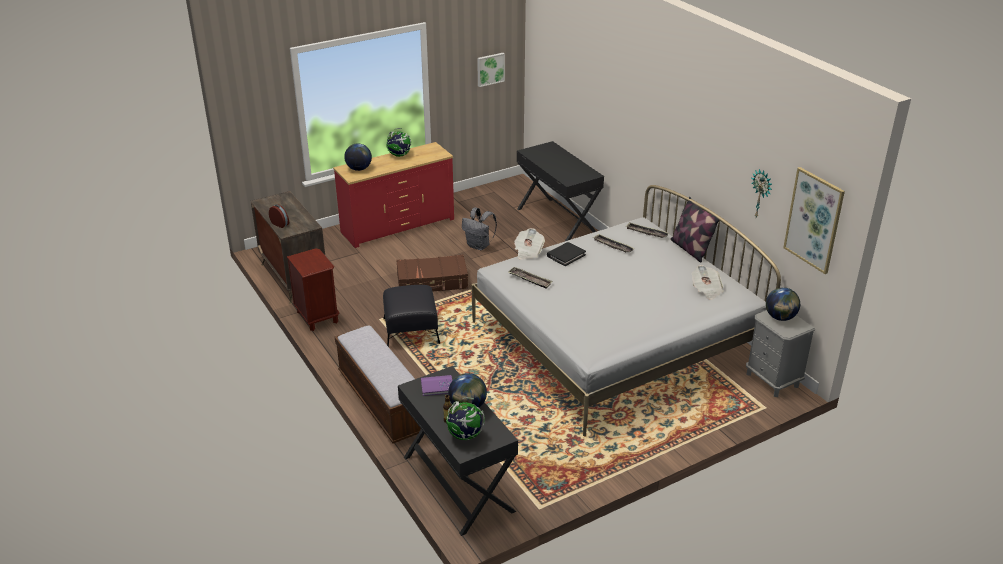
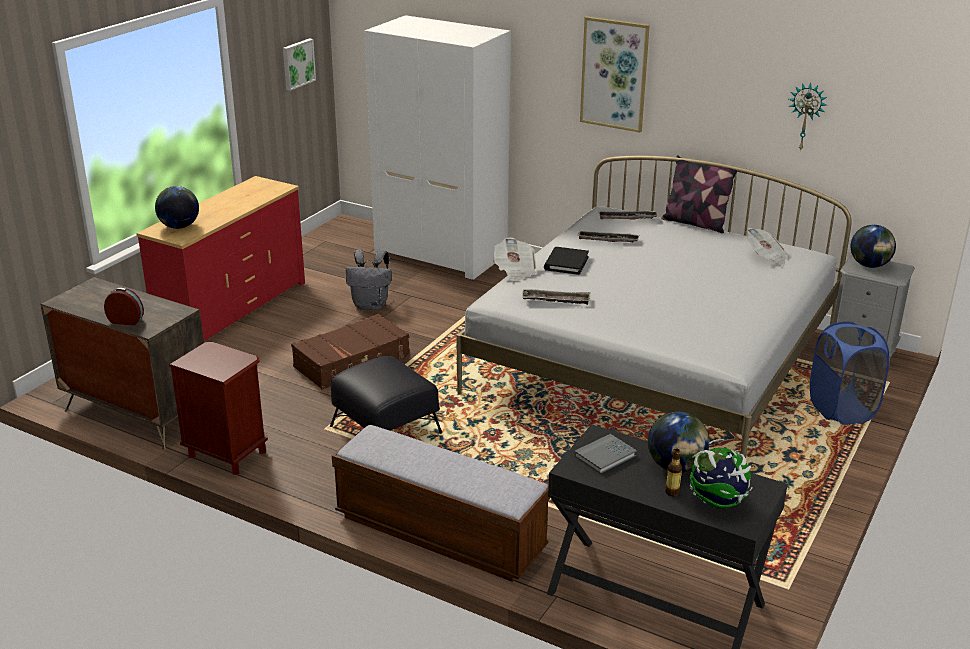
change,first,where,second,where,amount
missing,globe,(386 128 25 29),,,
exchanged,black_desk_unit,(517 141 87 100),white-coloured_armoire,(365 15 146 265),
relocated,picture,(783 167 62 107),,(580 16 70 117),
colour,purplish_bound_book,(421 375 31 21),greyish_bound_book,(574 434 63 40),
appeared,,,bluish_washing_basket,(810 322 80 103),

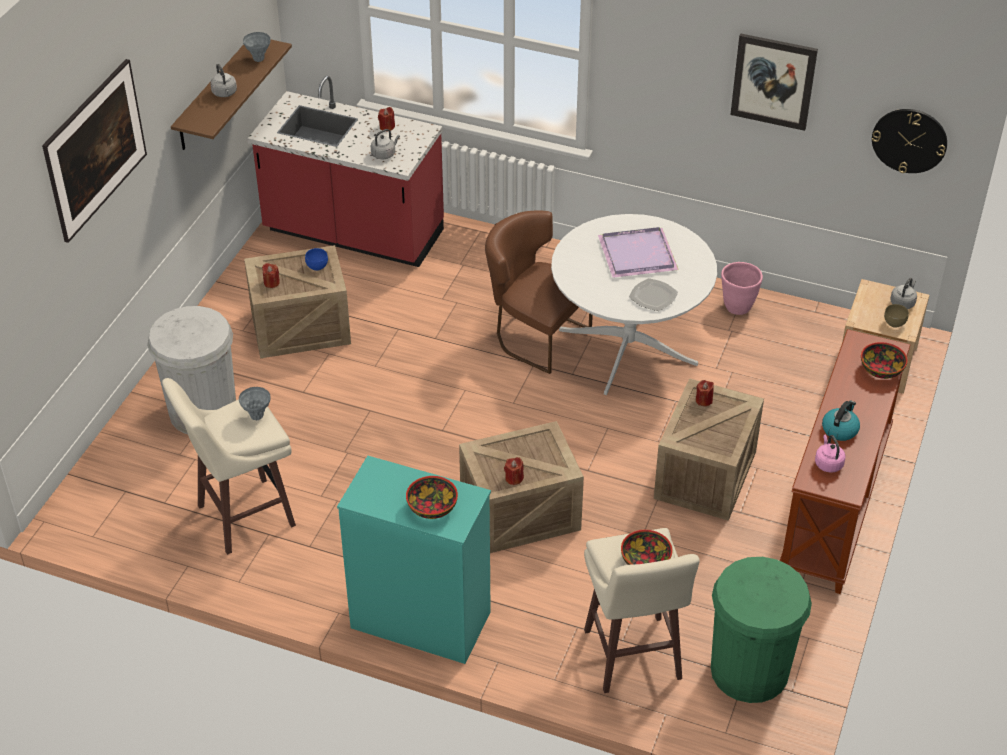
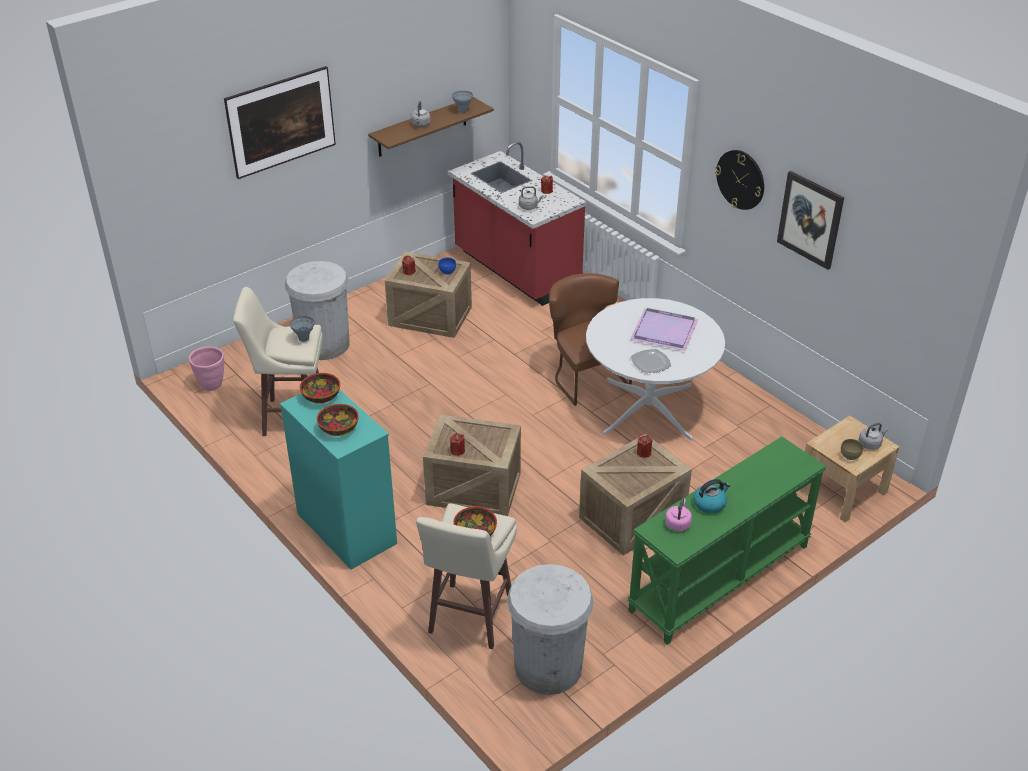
change,first,where,second,where,amount
relocated,wall_clock,(872 109 75 64),,(715 150 49 60),
relocated,pink_plant_pot,(721 262 42 53),,(189 347 35 44),
colour,brownish_narrow_table,(780 329 130 265),green-coloured_narrow_table,(627 437 199 208),
relocated,deep_dish,(861 342 47 37),,(300 373 40 30),
colour,green-coloured_rubbish_bin,(711 557 101 146),white-coloured_rubbish_bin,(507 564 87 131),

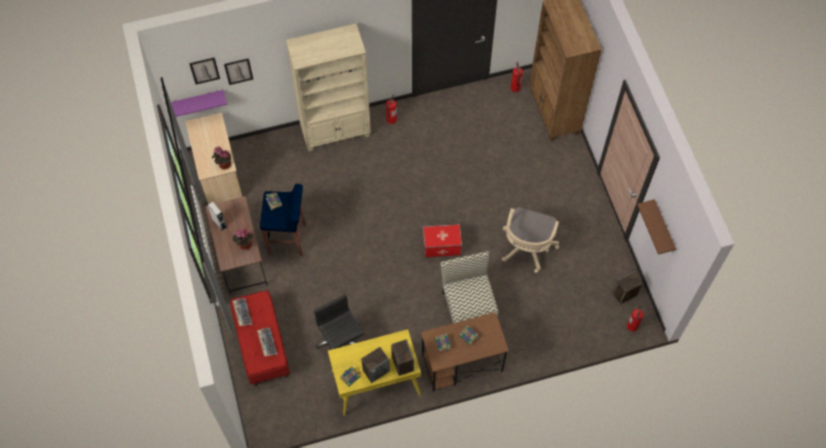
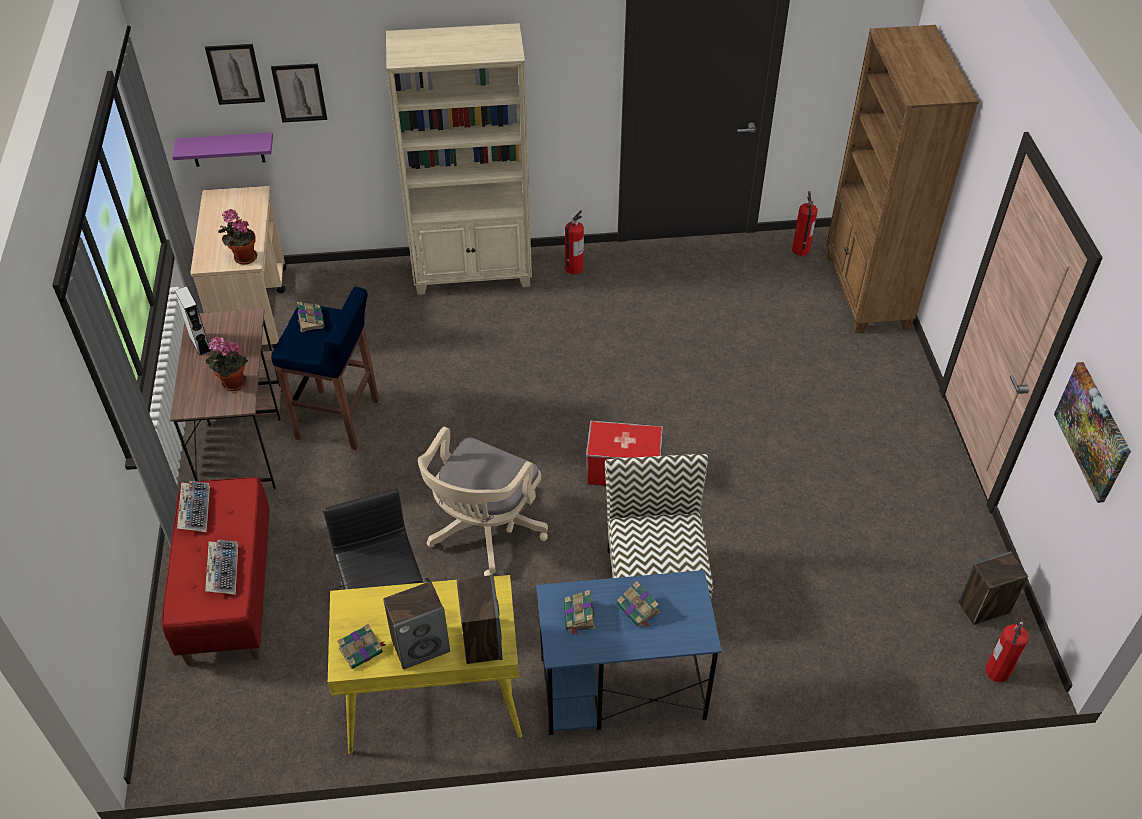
change,first,where,second,where,amount
exchanged,brownish_bracket_shelf,(637 199 39 56),picture,(1054 362 77 141),
relocated,beige_desk_chair,(502 207 57 66),,(418 427 130 149),
colour,brownish_desk_unit,(421 312 88 79),bluish_desk_unit,(536 570 186 165),

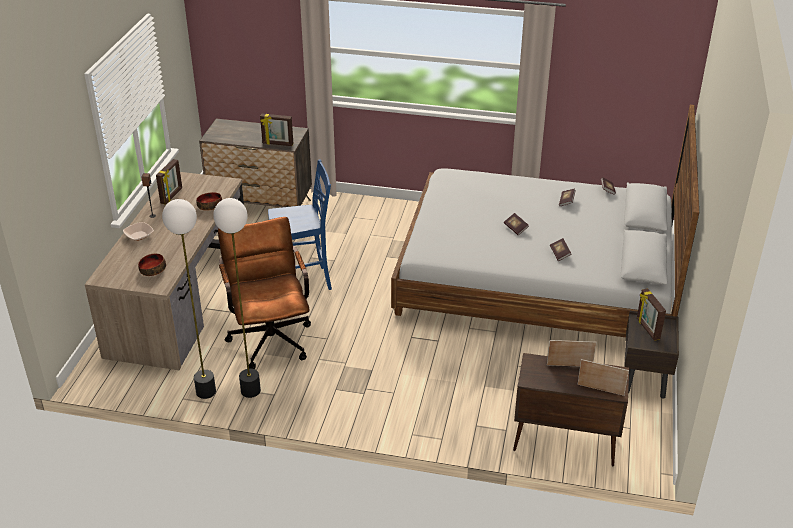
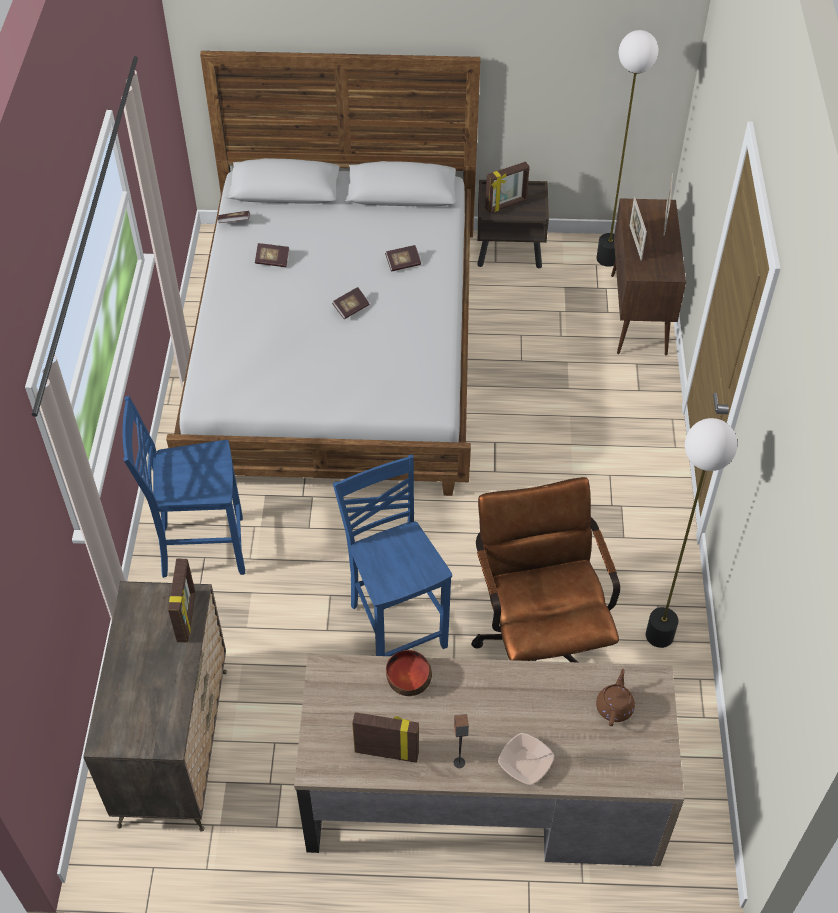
change,first,where,second,where,amount
relocated,standard_lamp,(162 199 54 200),,(597 30 61 237),
spun,brownish_desk_chair,(218 217 93 152),,(471 477 149 186),105 degrees clockwise
exchanged,deep_dish,(138 254 28 22),brownish_tea_pot,(596 669 39 57),
appeared,,,bluish_upright_chair,(123 396 122 182),

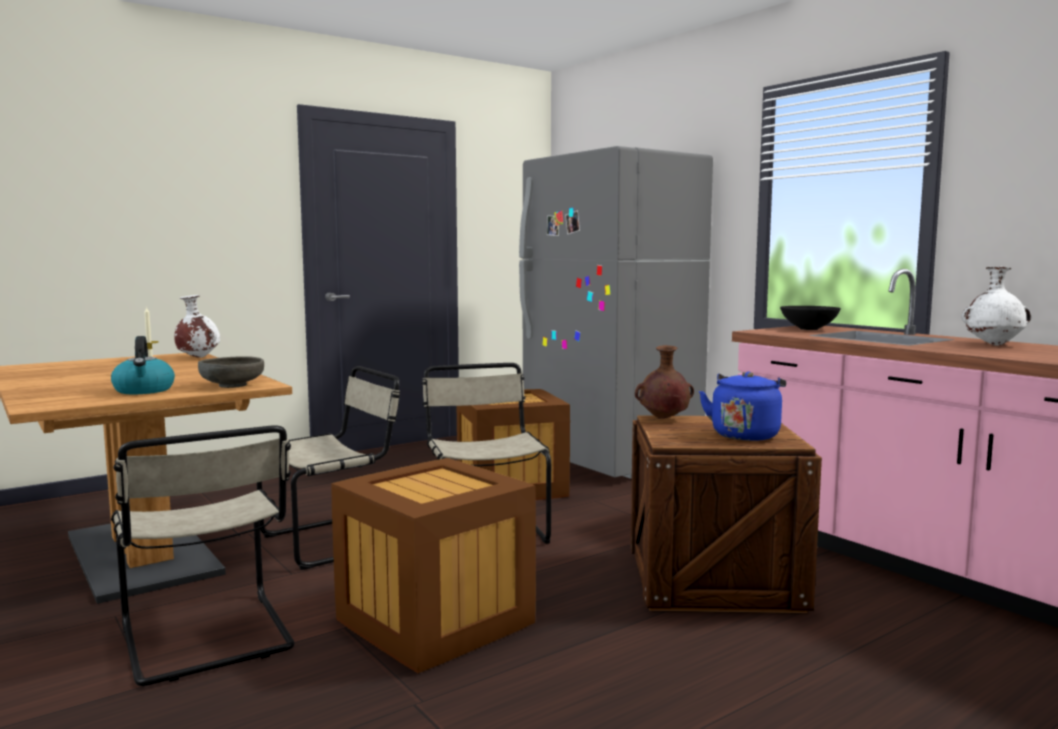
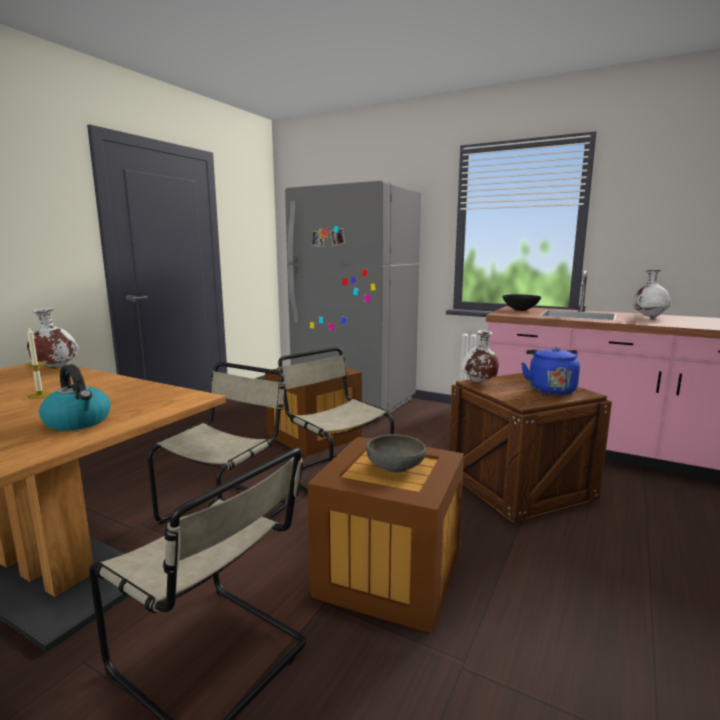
change,first,where,second,where,amount
colour,brownish_decorative_vase,(635 345 59 74),white-coloured_decorative_vase,(462 330 37 52),
relocated,greyish_deep_dish,(198 356 66 32),,(366 434 60 39),

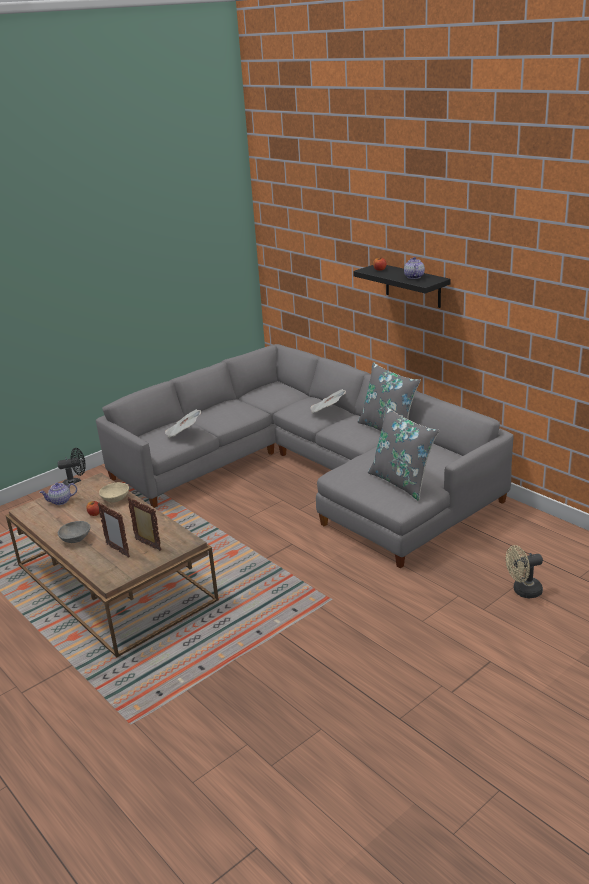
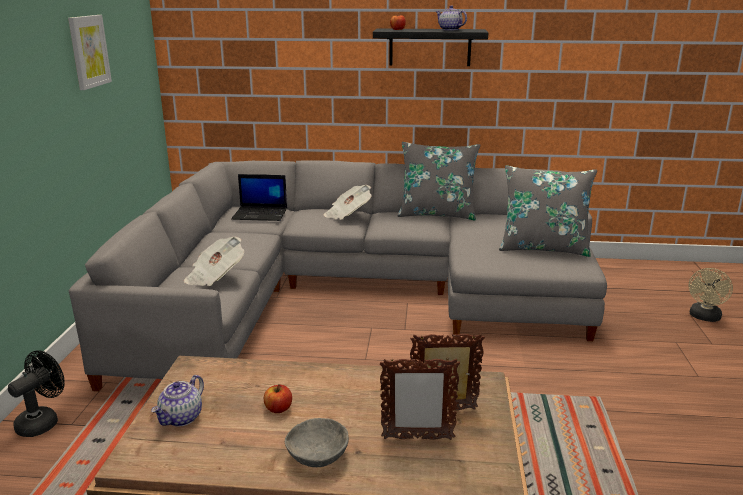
change,first,where,second,where,amount
missing,beige_deep_dish,(99 482 30 21),,,
appeared,,,picture,(68 15 44 75),
appeared,,,notebook_computer,(231 174 56 47),

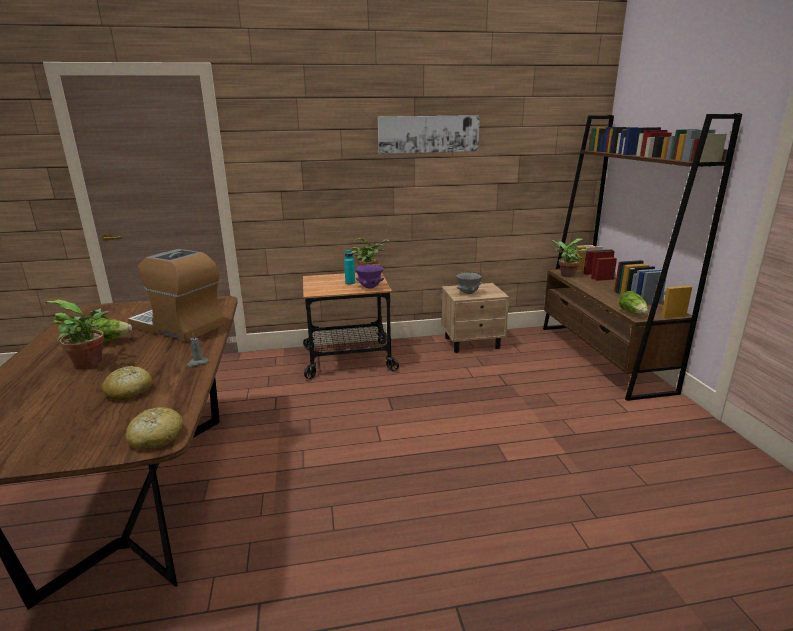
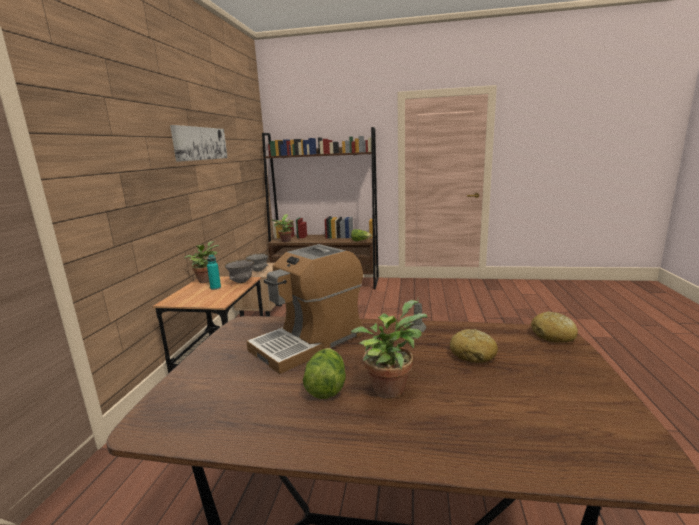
change,first,where,second,where,amount
colour,purplish_deep_dish,(354 264 31 25),greyish_deep_dish,(225 260 29 23),

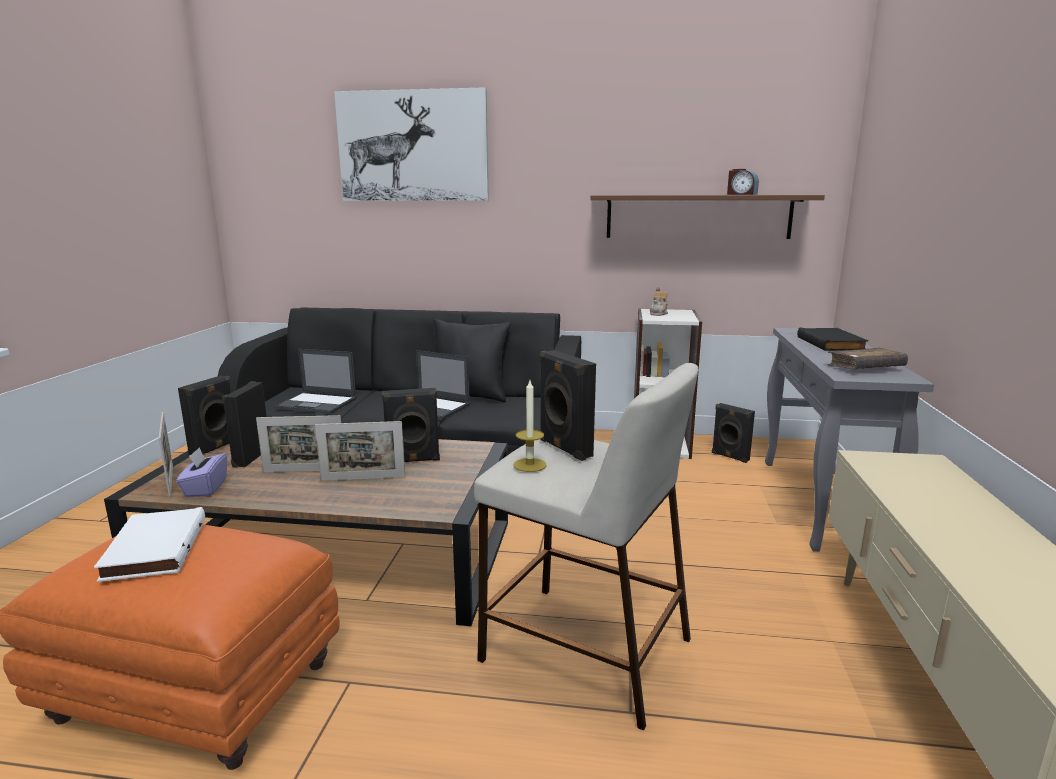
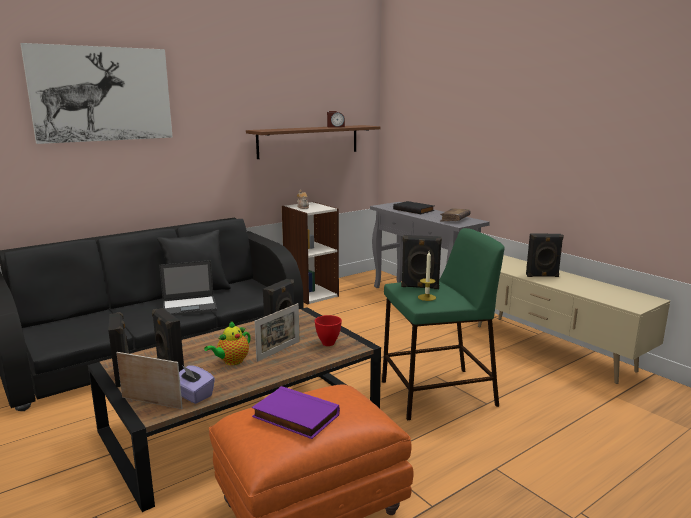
change,first,where,second,where,amount
missing,notebook_computer,(275 349 82 65),,,
colour,beige_stool,(474 363 224 367),green-coloured_stool,(382 228 123 192),
relocated,black_audio_speaker,(712 403 43 60),,(526 234 38 43),
exchanged,photo_frame,(256 415 85 58),tea_pot,(204 321 47 44),
colour,white-coloured_bound_book,(94 507 111 75),purplish_bound_book,(252 386 88 53),
appeared,,,reddish_deep_dish,(315 315 27 31),

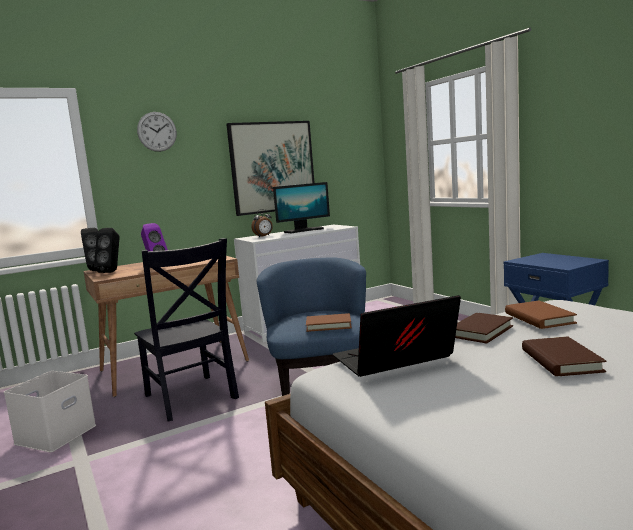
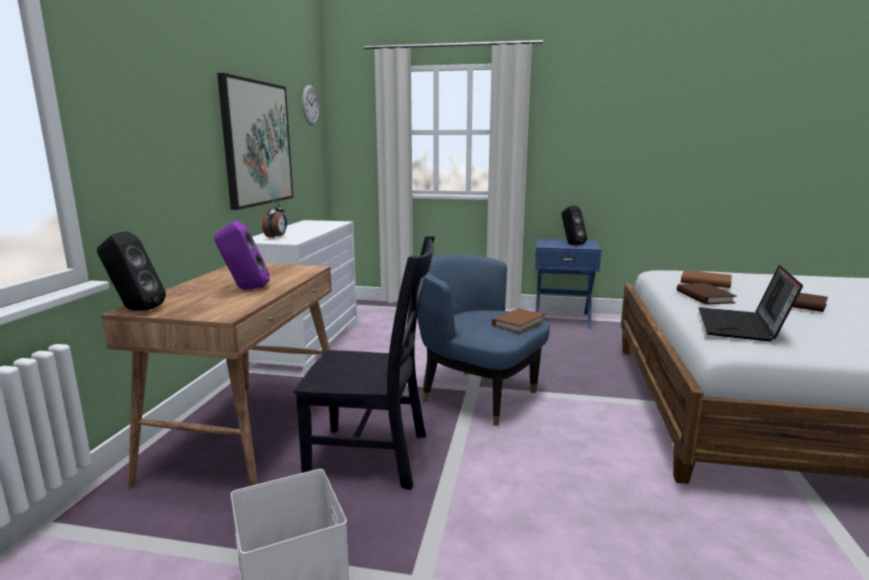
change,first,where,second,where,amount
relocated,wall_clock,(137 112 40 40),,(302 85 17 40),
missing,computer_screen,(273 182 57 51),,,
relocated,black_audio_speaker,(94 228 25 45),,(561 206 26 39),

